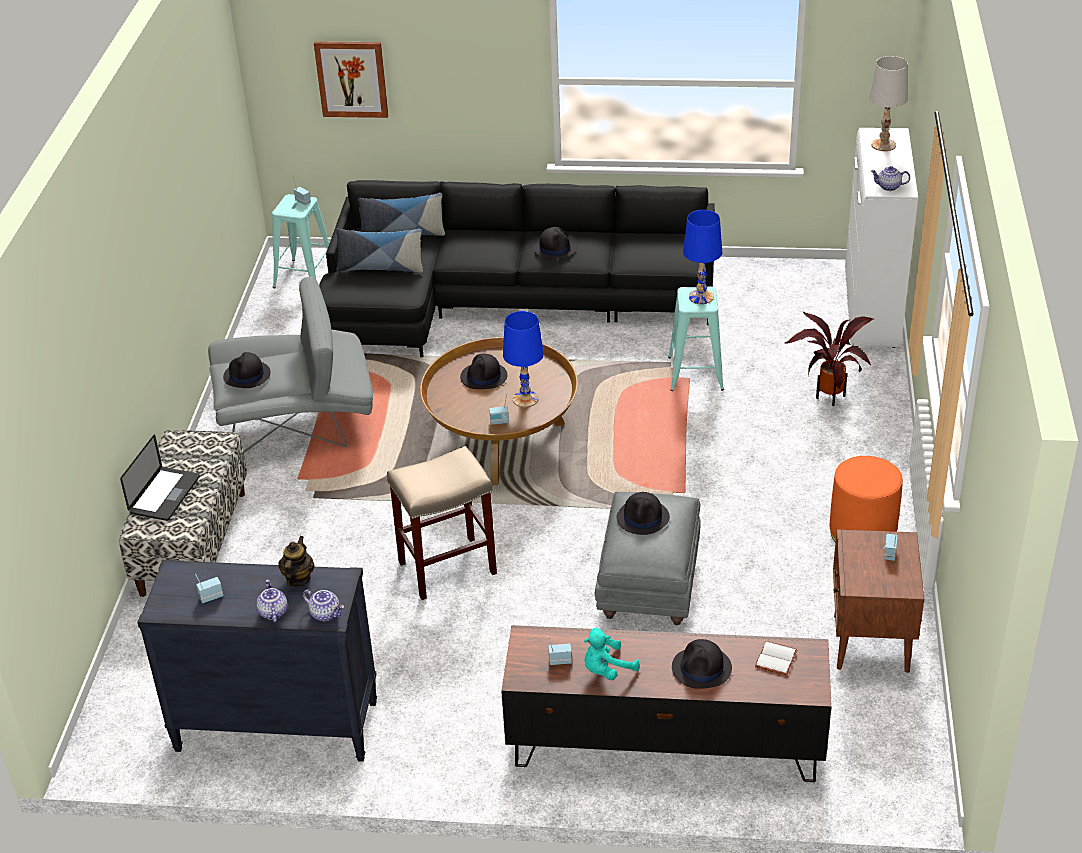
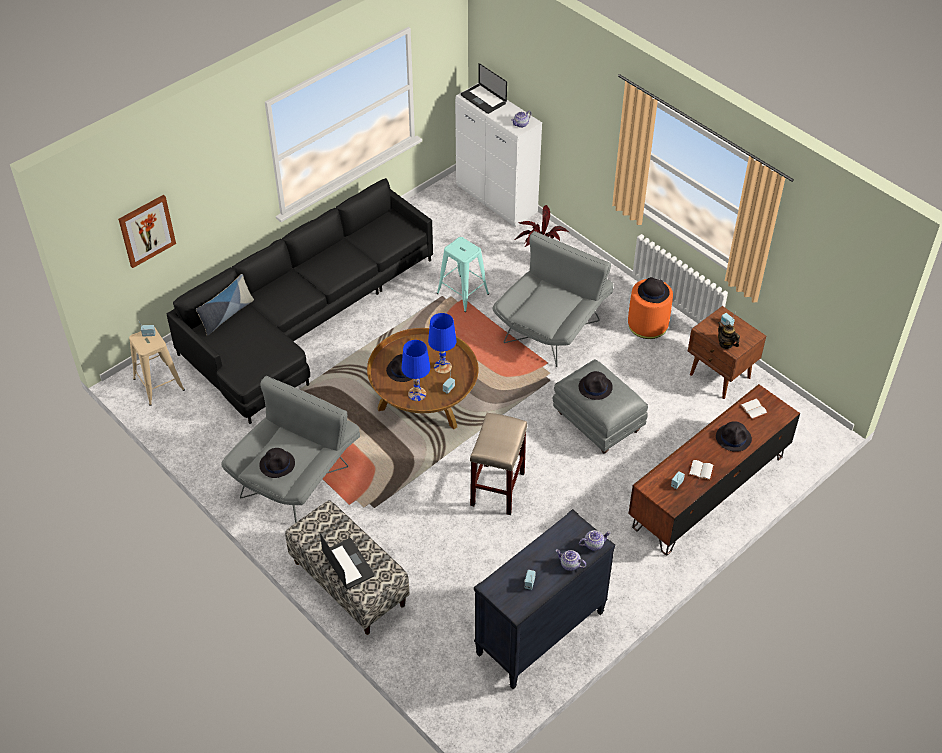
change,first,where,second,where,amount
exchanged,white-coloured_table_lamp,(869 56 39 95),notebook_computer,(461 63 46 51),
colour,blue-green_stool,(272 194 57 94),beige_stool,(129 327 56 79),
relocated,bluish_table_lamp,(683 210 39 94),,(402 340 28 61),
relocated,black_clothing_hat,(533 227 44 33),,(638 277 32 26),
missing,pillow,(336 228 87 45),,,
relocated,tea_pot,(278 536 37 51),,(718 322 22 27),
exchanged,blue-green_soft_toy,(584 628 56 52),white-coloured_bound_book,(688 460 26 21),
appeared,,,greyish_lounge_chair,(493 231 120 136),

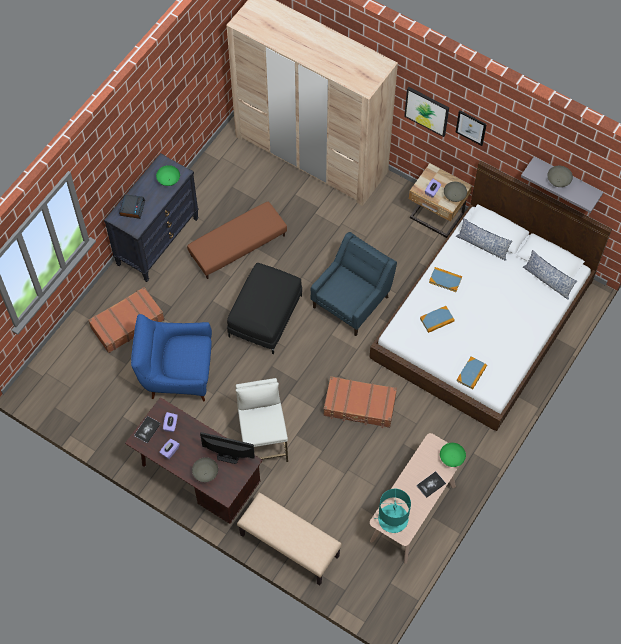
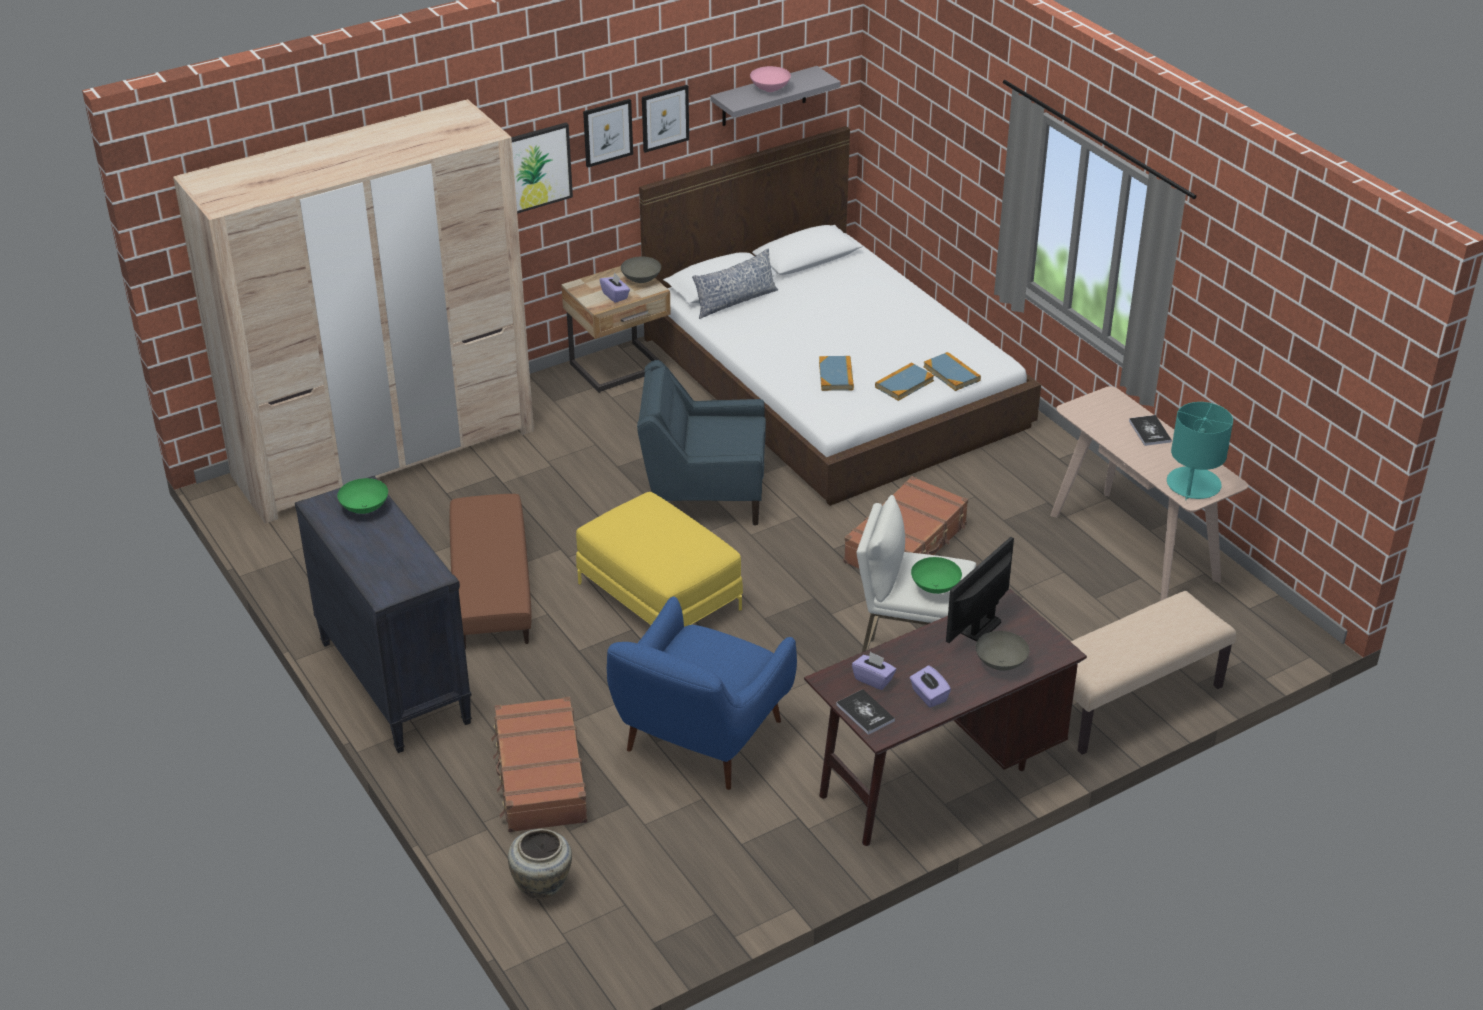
change,first,where,second,where,amount
colour,greyish_deep_dish,(547 166 26 21),pink_deep_dish,(750 66 41 26),
missing,bedside_clock,(119 194 26 25),,,
spun,bluish_lounge_chair,(310 232 87 104),,(637 360 129 166),60 degrees counterclockwise
missing,pillow,(523 250 55 50),,,
colour,black_pouffe,(227 263 75 91),yellowish_pouffe,(576 492 167 135),
relocated,bound_book,(429 267 33 25),,(875 362 59 39),
relocated,green-coloured_deep_dish,(440 443 26 24),,(911 557 51 37),
appeared,,,picture,(642 85 47 68),
appeared,,,beige_decorative_vase,(508 829 64 70),

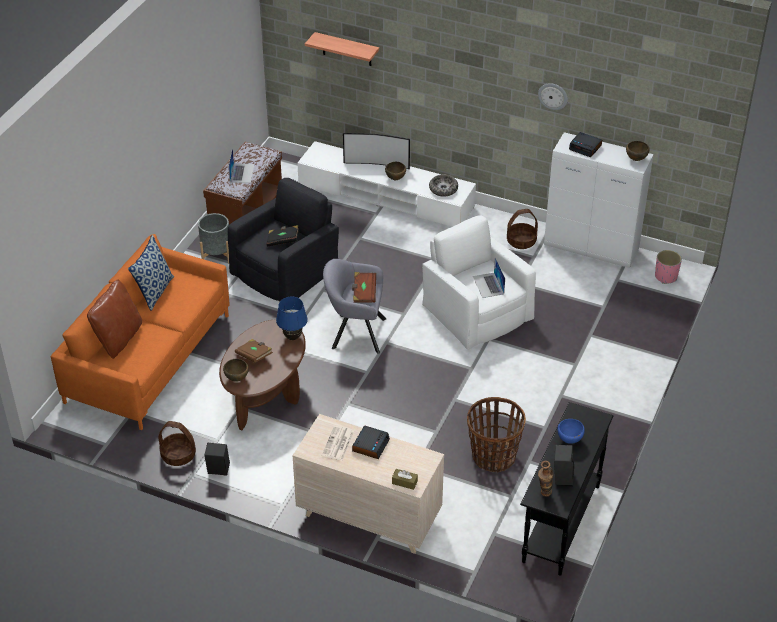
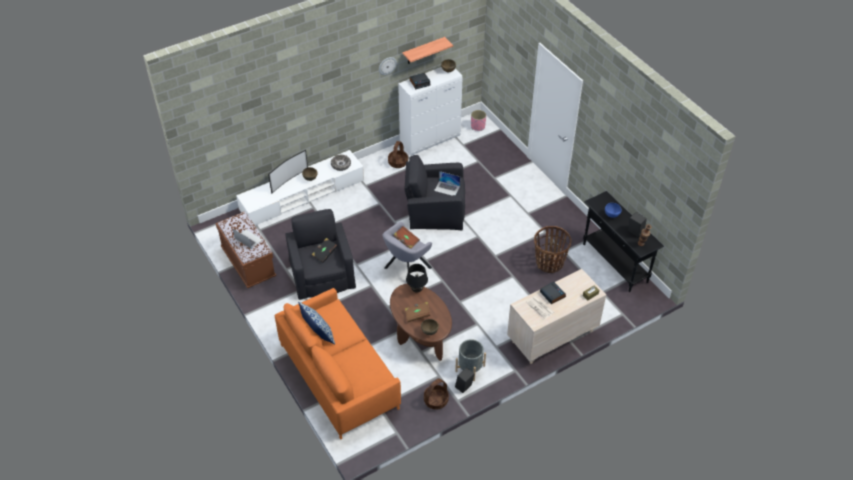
change,first,where,second,where,amount
relocated,bracket_shelf,(305 32 74 34),,(403 37 50 27),
relocated,greyish_plant_pot,(198 213 31 51),,(455 339 31 42),
colour,white-coloured_lounge_chair,(422 215 114 135),black_lounge_chair,(404 155 61 75),
missing,brownish_pillow,(87 279 55 80),,,
colour,bluish_table_lamp,(276 297 32 43),black_table_lamp,(406 264 22 29),

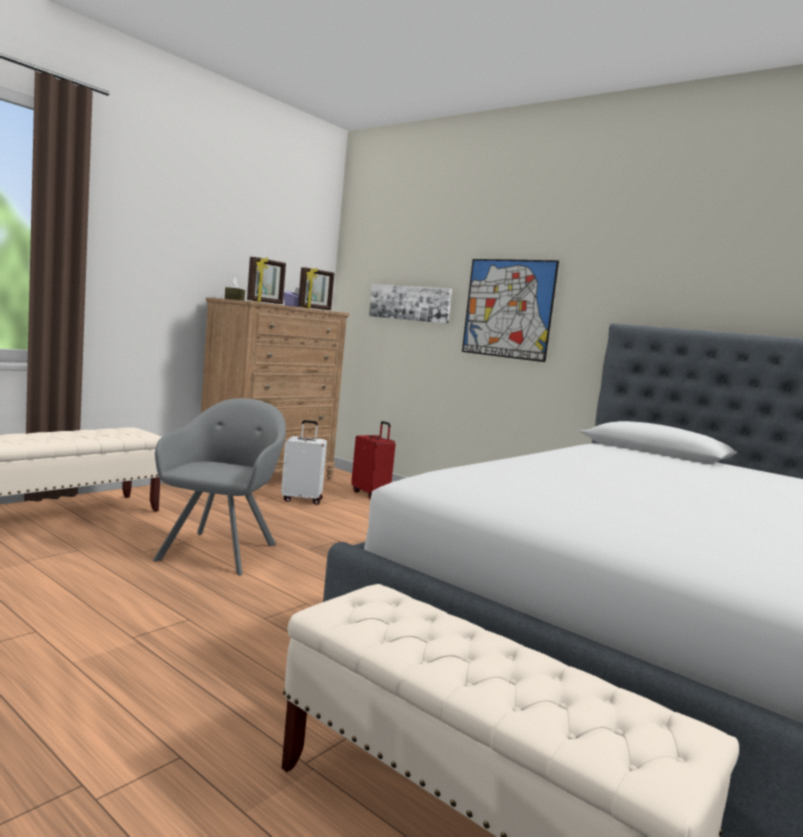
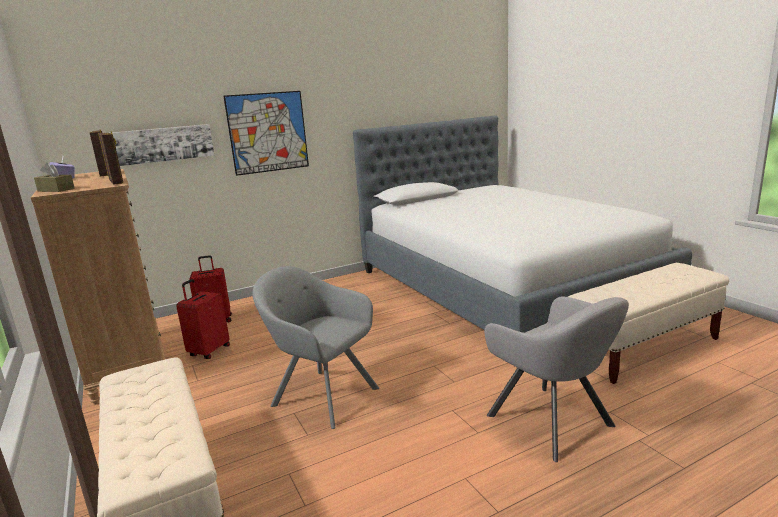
change,first,where,second,where,amount
colour,white-coloured_travel_case,(281 420 46 85),reddish_travel_case,(176 279 54 80),
appeared,,,greyish_lounge_chair,(484 296 145 166),

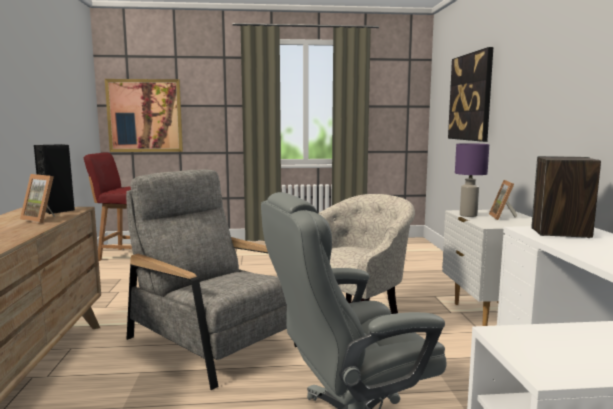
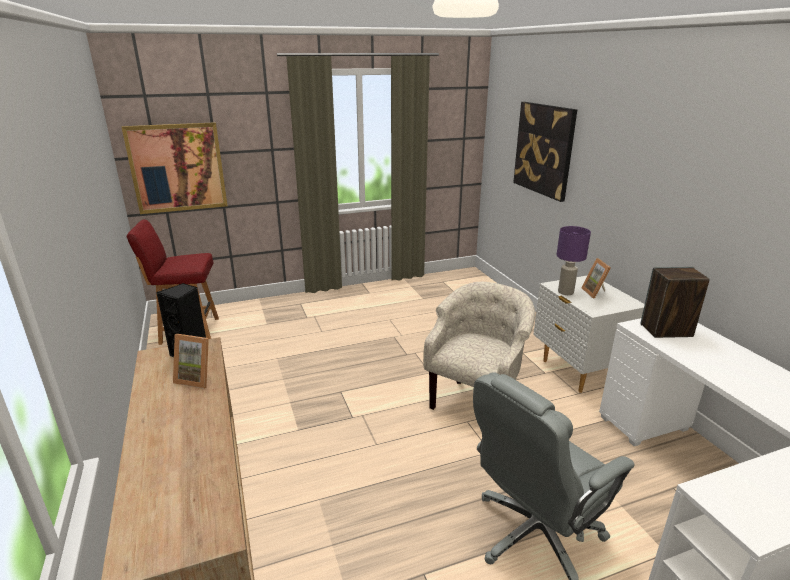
change,first,where,second,where,amount
missing,greyish_lounge_chair,(126 170 171 220),,,

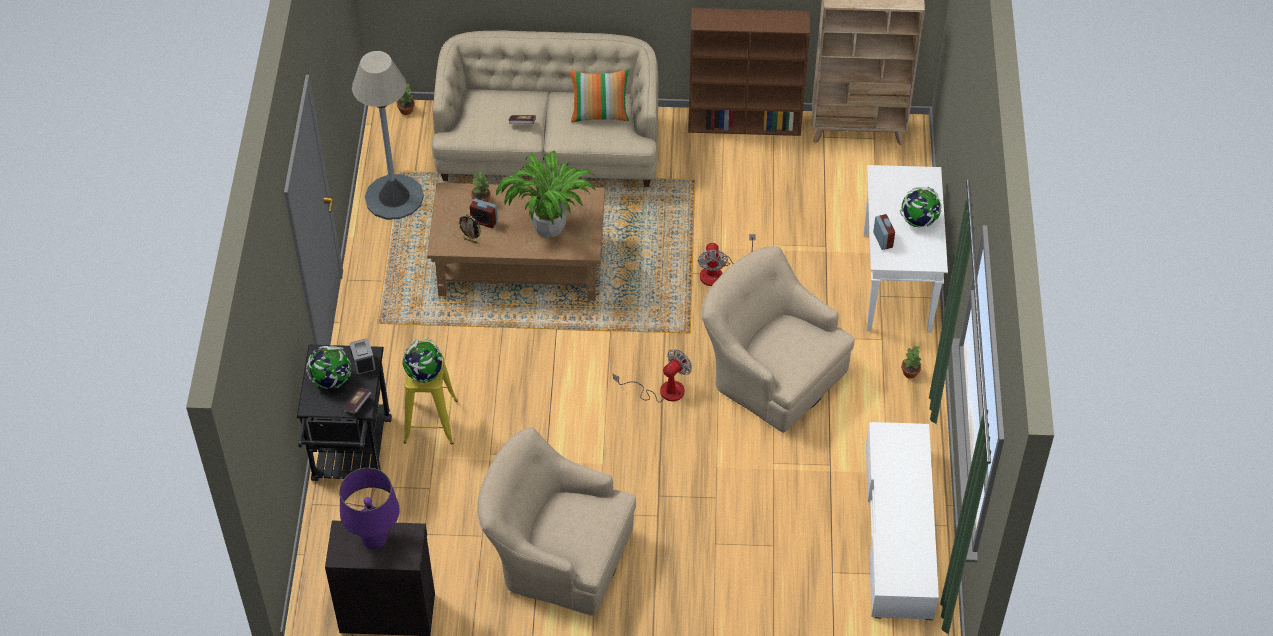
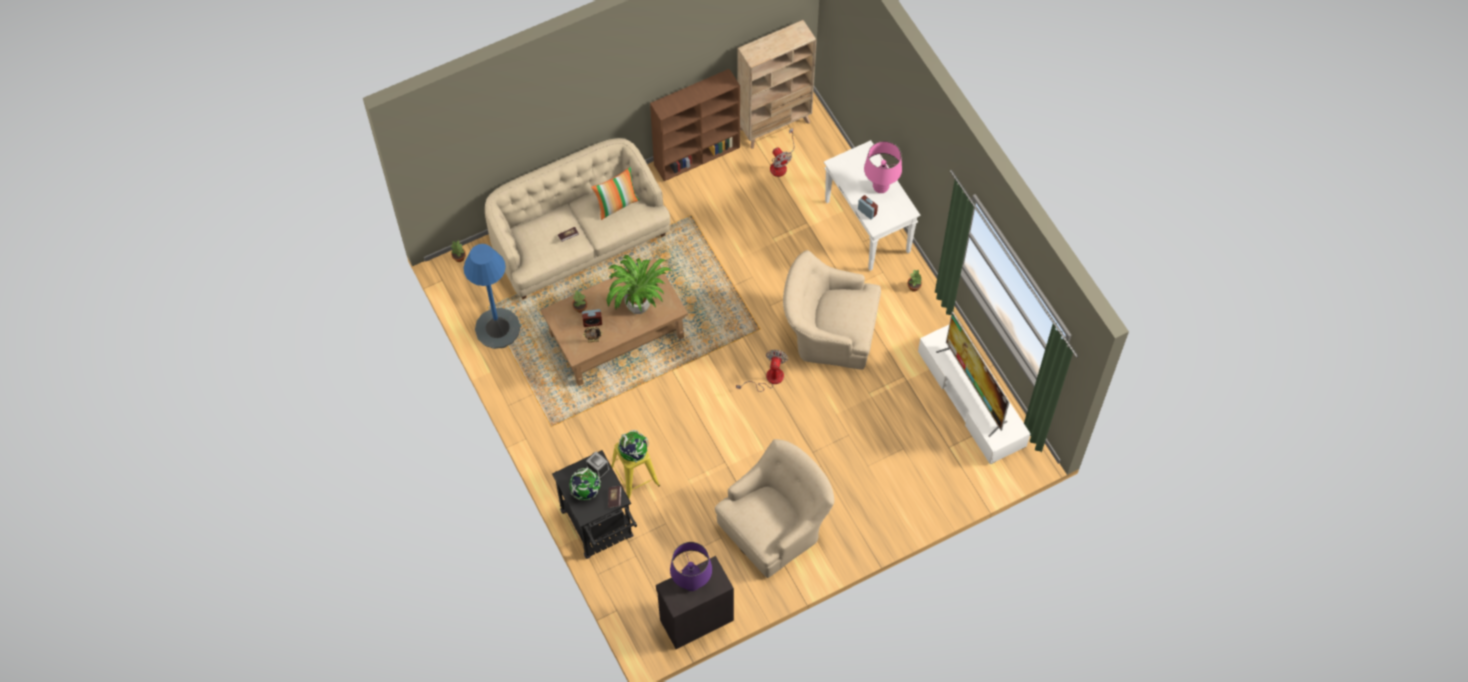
change,first,where,second,where,amount
colour,greyish_standard_lamp,(352 51 72 169),bluish_standard_lamp,(464 244 56 105),
exchanged,globe,(900 187 42 41),pink_table_lamp,(864 141 38 52),
relocated,electric_fan,(698 234 58 52),,(770 128 24 49),
spun,beige_lounge_chair,(477 427 159 189),,(715 439 119 139),150 degrees clockwise
appeared,,,TV_set,(936 311 74 126),

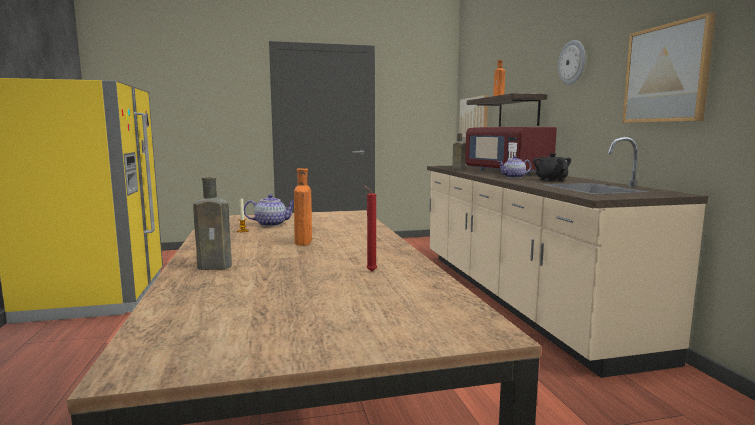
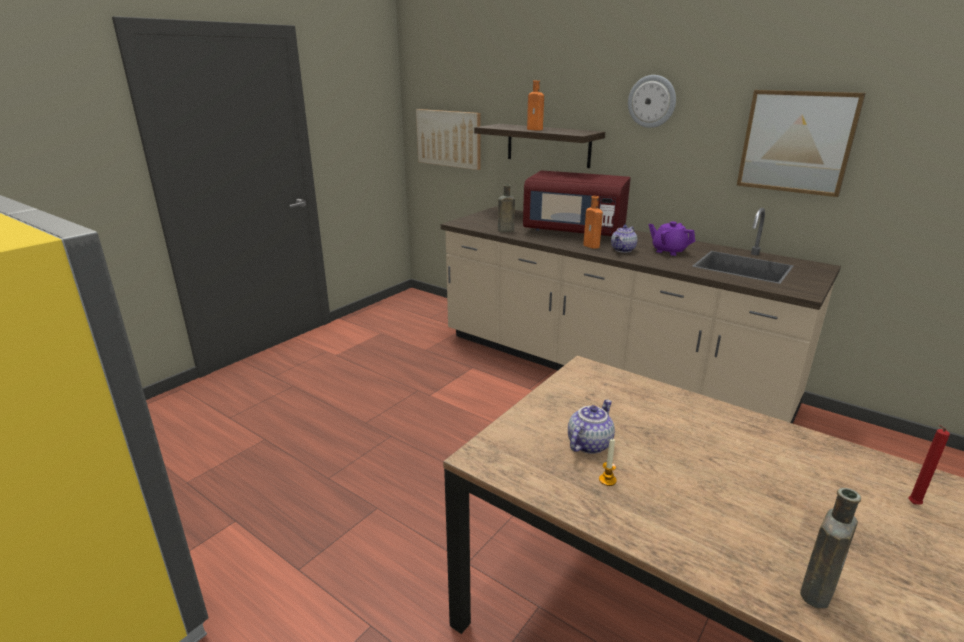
change,first,where,second,where,amount
colour,black_tea_pot,(533 153 38 29),purplish_tea_pot,(649 221 46 35),
relocated,orangey_bottle,(294 168 18 77),,(583 196 20 53),

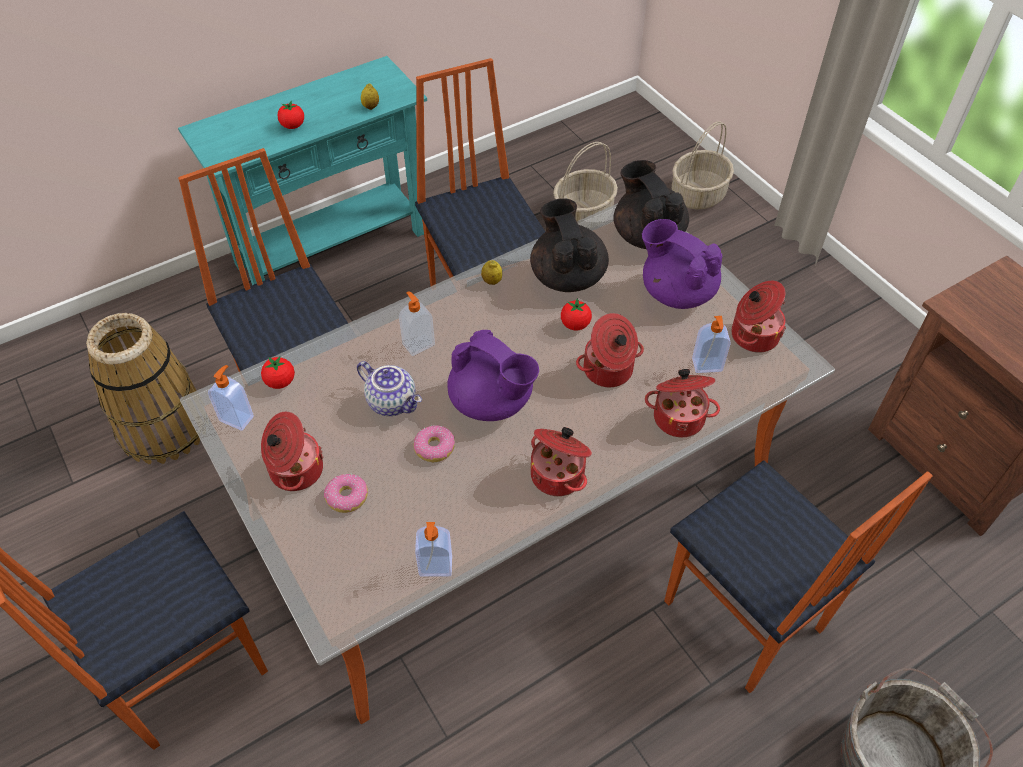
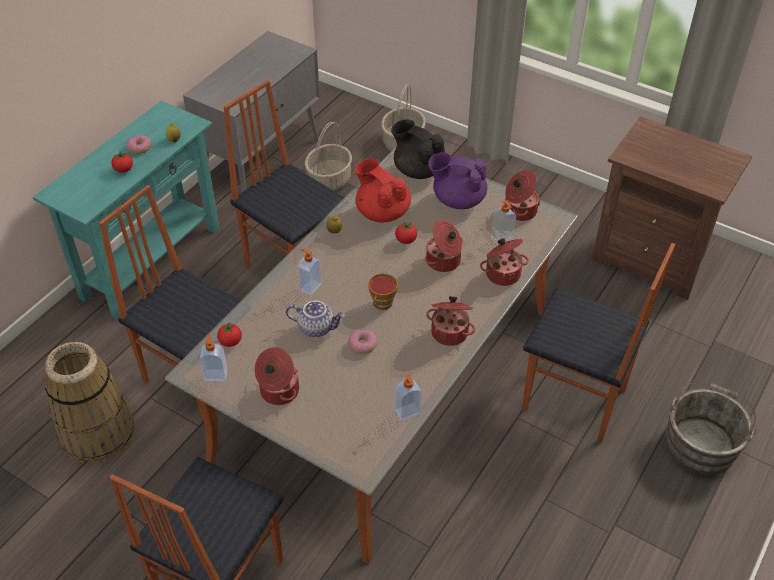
change,first,where,second,where,amount
colour,black_tea_pot,(530 198 79 94),reddish_tea_pot,(355 159 56 64),
exchanged,purplish_tea_pot,(447 330 92 91),drinking_cup,(368 273 30 37),
relocated,ring_doughnut,(324 474 44 39),,(126 135 25 19),
appeared,,,greyish_cabinet,(183 31 137 161),

